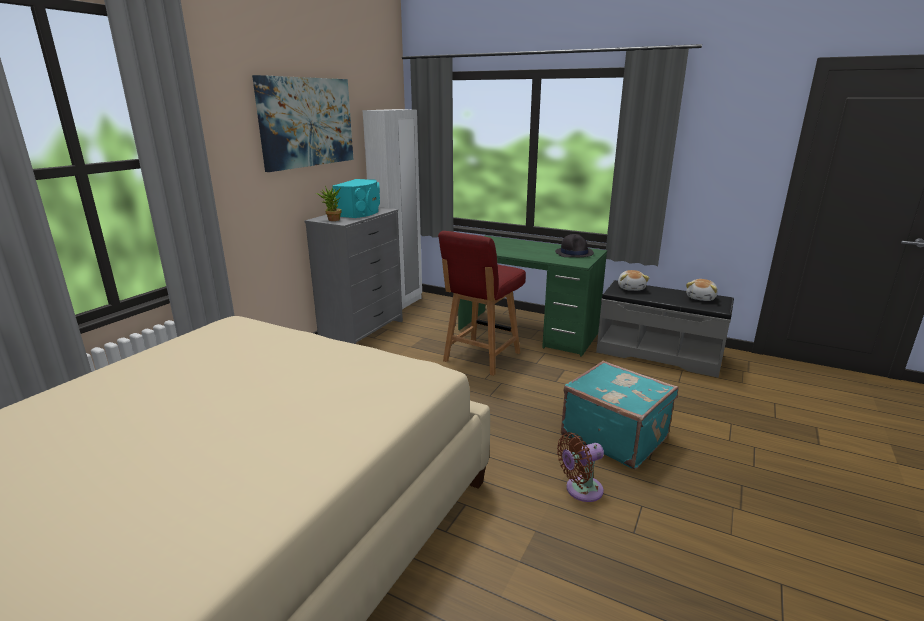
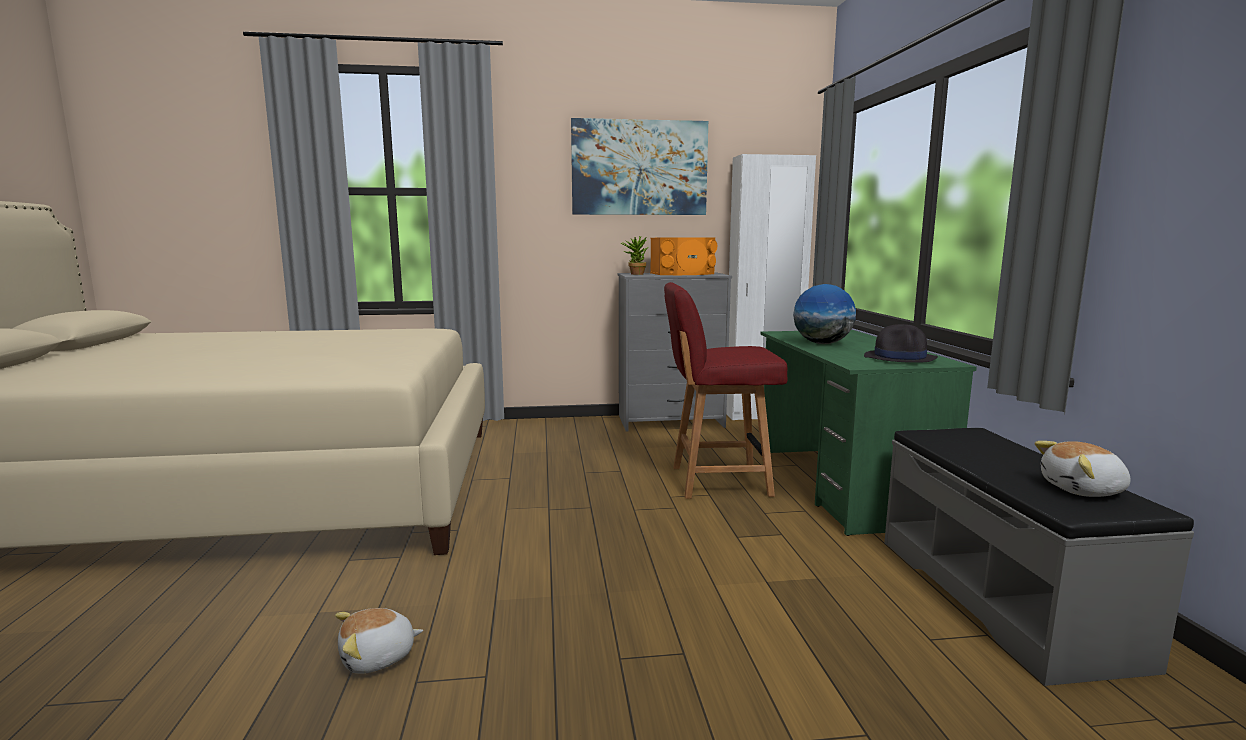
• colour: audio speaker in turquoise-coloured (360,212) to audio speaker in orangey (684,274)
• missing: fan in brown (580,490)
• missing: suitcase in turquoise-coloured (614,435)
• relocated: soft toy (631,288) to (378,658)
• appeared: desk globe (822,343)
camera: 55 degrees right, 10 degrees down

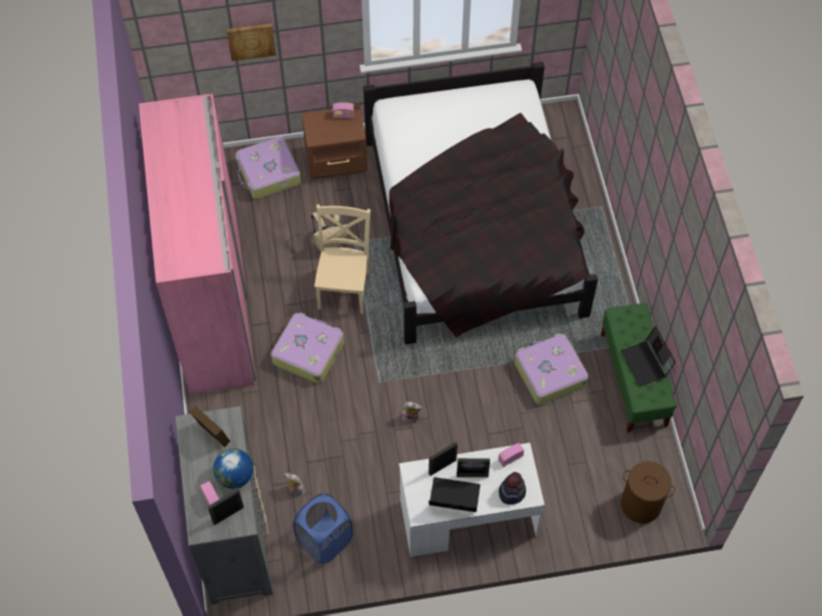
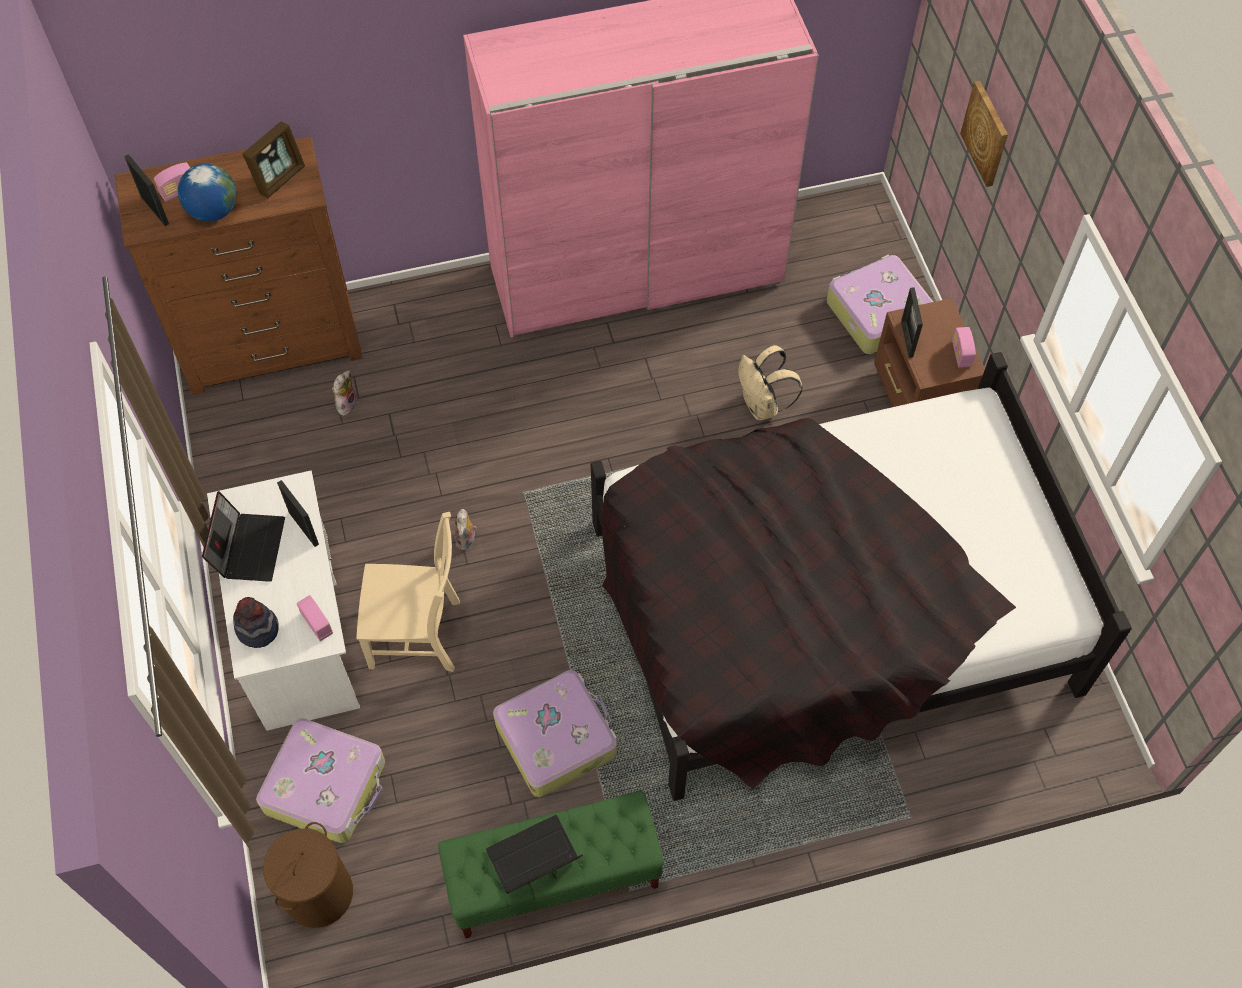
• colour: drawer chest in grey (235,540) to drawer chest in brown (273,344)
• relocated: suitcase (308,352) to (326,785)
• missing: washing basket in blue (325,541)
• relocated: chair in sand-coloured (344,287) to (420,635)
• relocated: picture frame (472,475) to (907,339)
camera: 85 degrees right, 0 degrees up

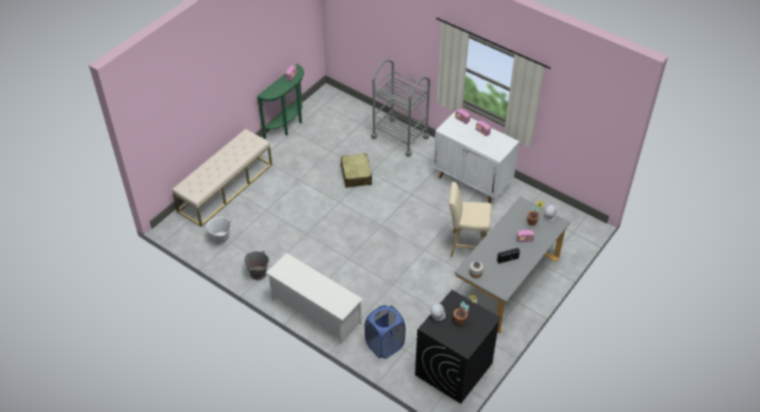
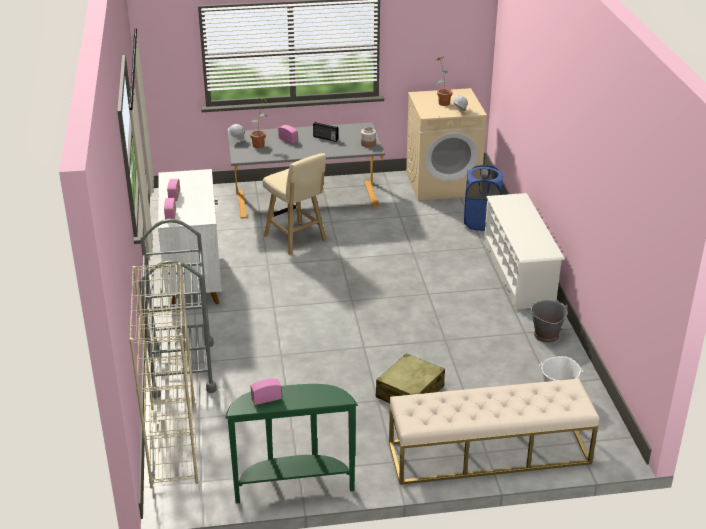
• relocated: suitcase in sand-coloured (356,175) to (409,392)
• colour: laundry machine in black-coloured (453,369) to laundry machine in sand-coloured (443,184)
• appeared: bookcase in sand-coloured (173,444)
camera: 135 degrees left, 15 degrees down

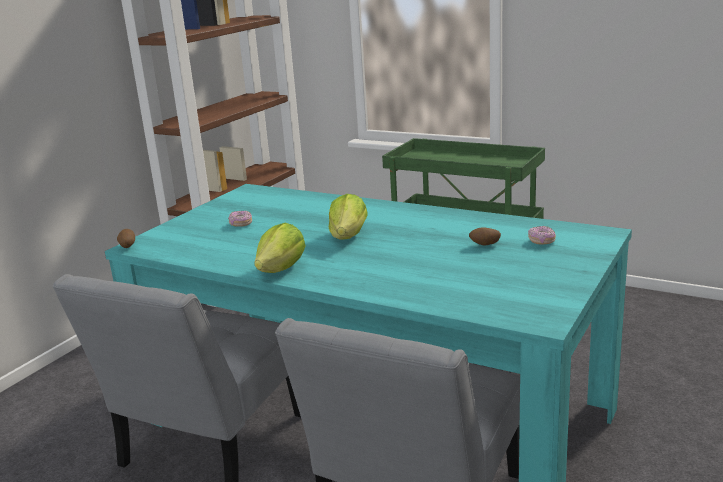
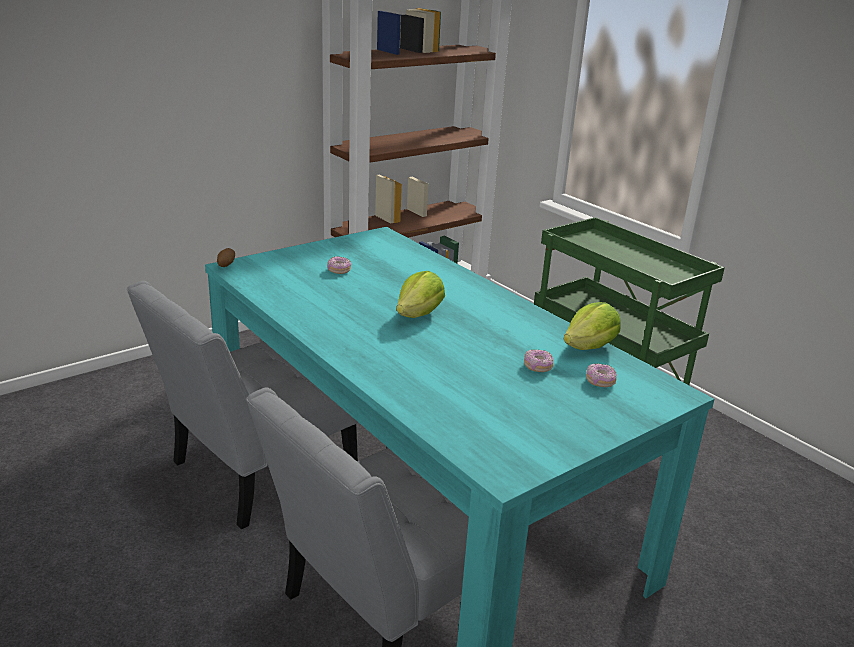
• relocated: head of lettuce (282,269) to (590,347)
• exchanged: whole potato (484,245) to doughnut (537,367)
camera: 20 degrees right, 5 degrees up

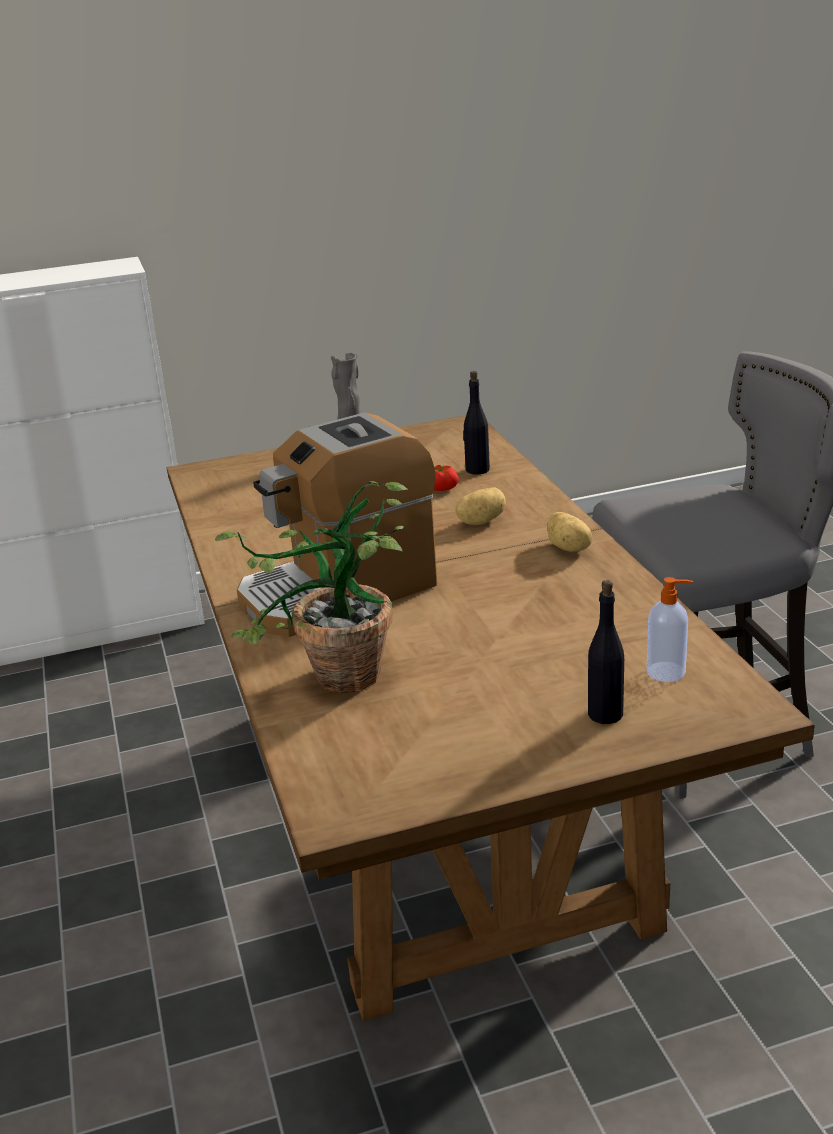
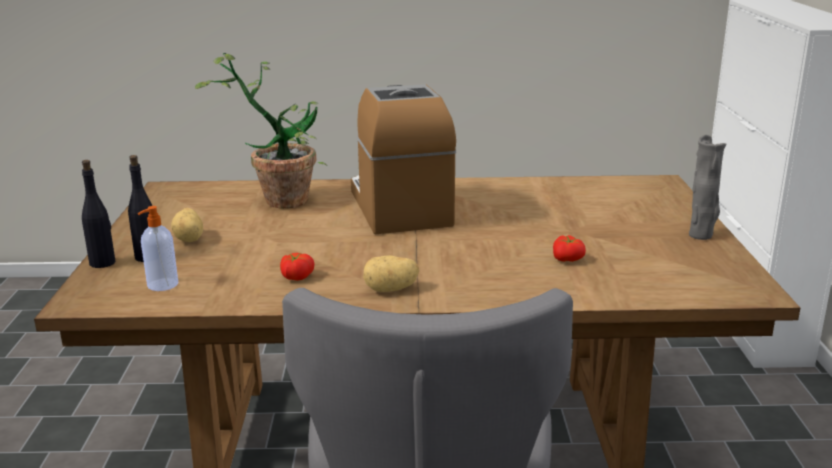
• relocated: whole potato (480,521) to (190,239)
• relocated: beverage bottle in black-coloured (477,470) to (103,263)
• appeared: whole tomato (296,277)
camera: 105 degrees right, 5 degrees down

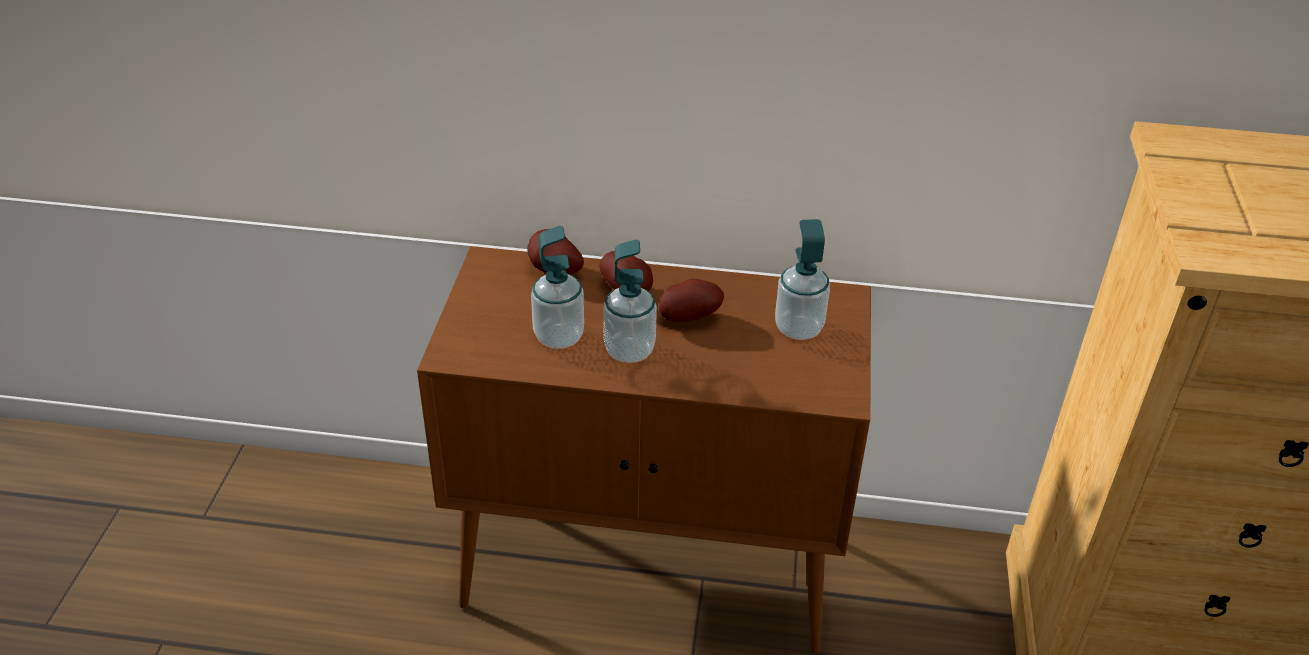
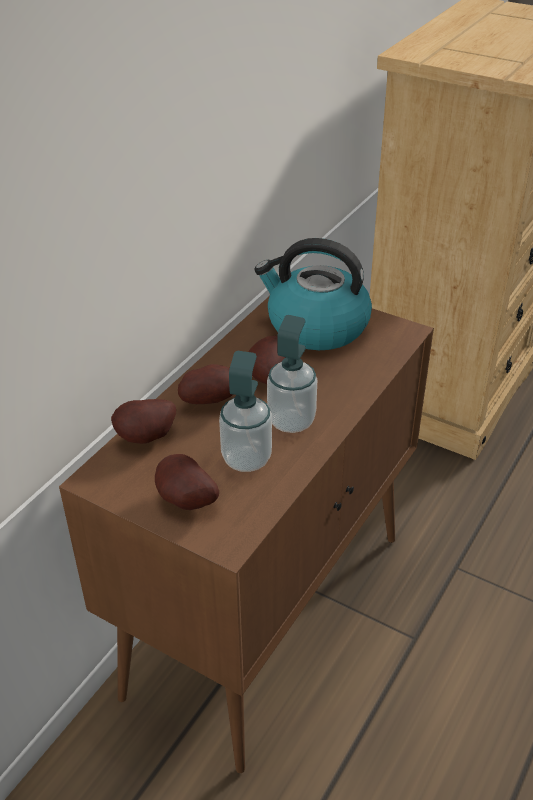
• exchanged: soap bottle (798,328) to water kettle (316,327)
• appeared: whole potato (184,501)
camera: 65 degrees left, 0 degrees up

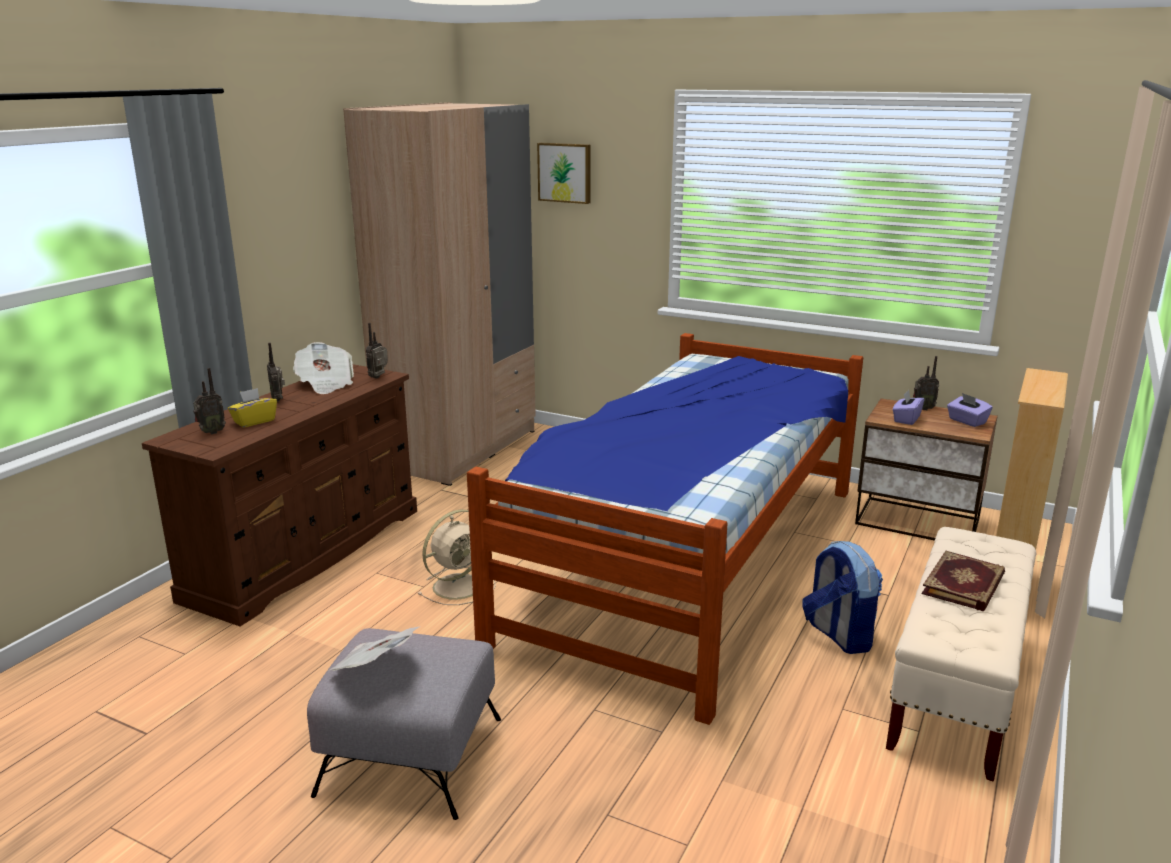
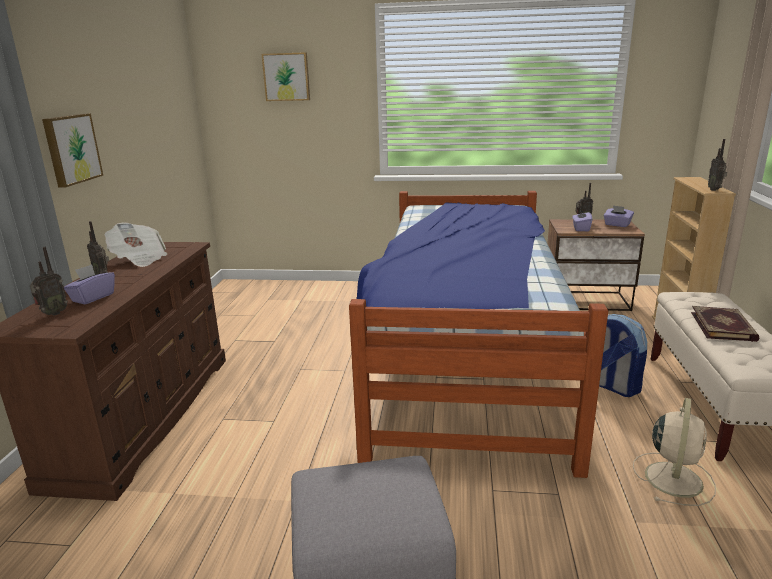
• colour: tissue holder in yellowish (254,421) to tissue holder in purple (93,297)
• missing: daily paper (376,669)
• missing: clothes cupboard in sand-coloured (459,449)
• relocated: radio receiver (379,377) to (715,190)
• relocated: fan in sand-coloured (459,586) to (673,477)
• appeared: picture (71,149)
camera: 20 degrees left, 0 degrees up

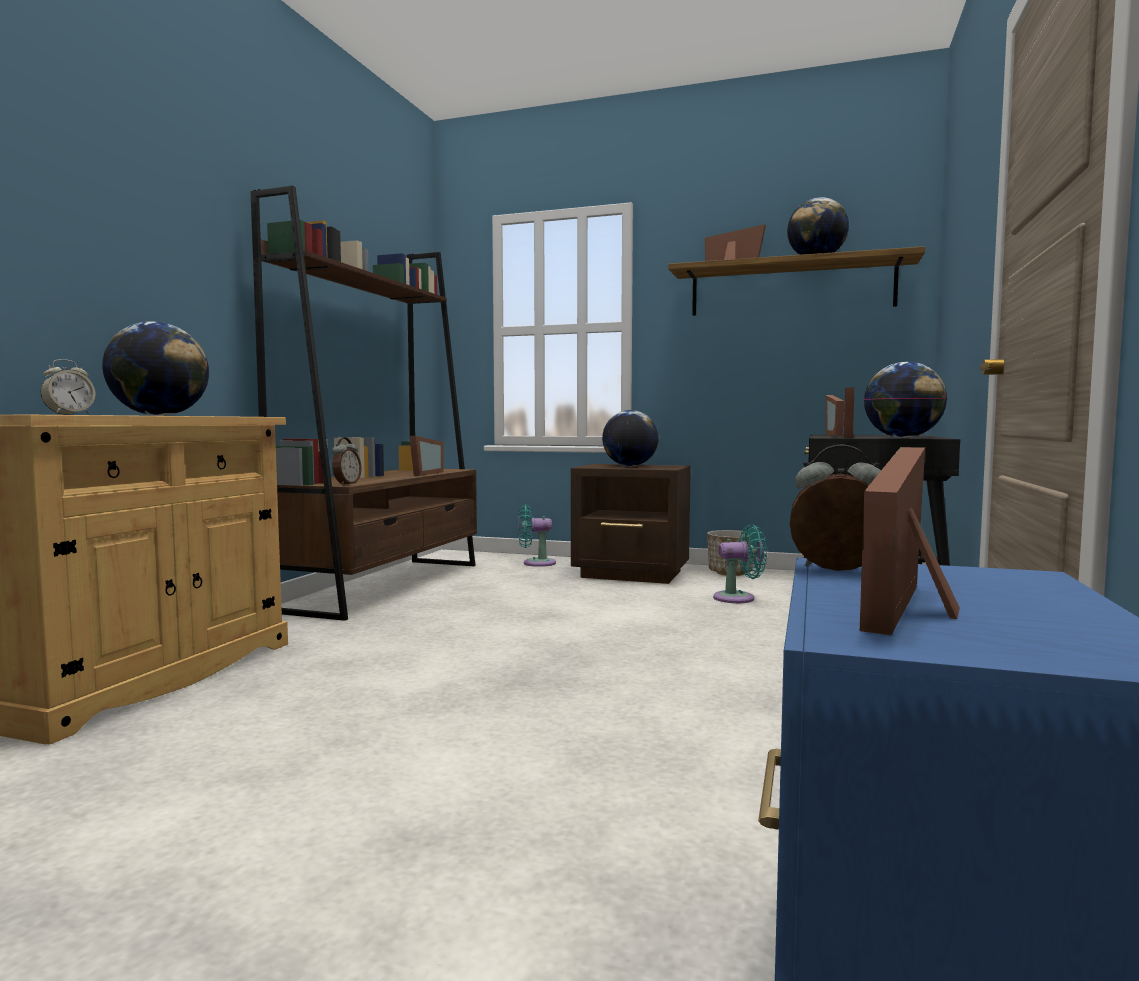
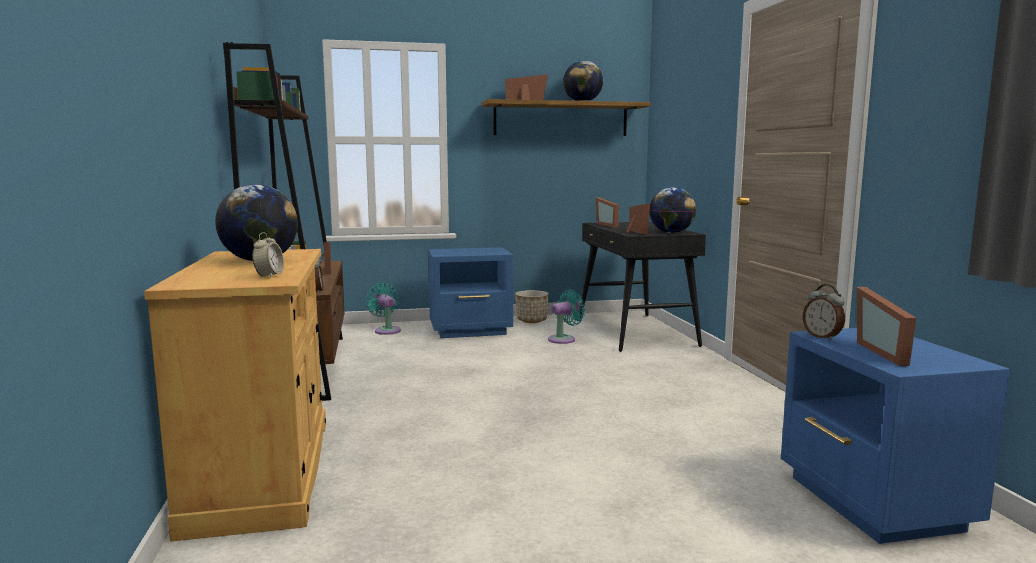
• spun: fan in turquoise-coloured (535,563) = (386,330) 90 degrees clockwise
• colour: nightstand in brown (632,574) to nightstand in blue (471,330)
• missing: desk globe (629,466)
• spun: alarm clock (837,569) = (822,337) 105 degrees counterclockwise
camera: 30 degrees left, 5 degrees up

